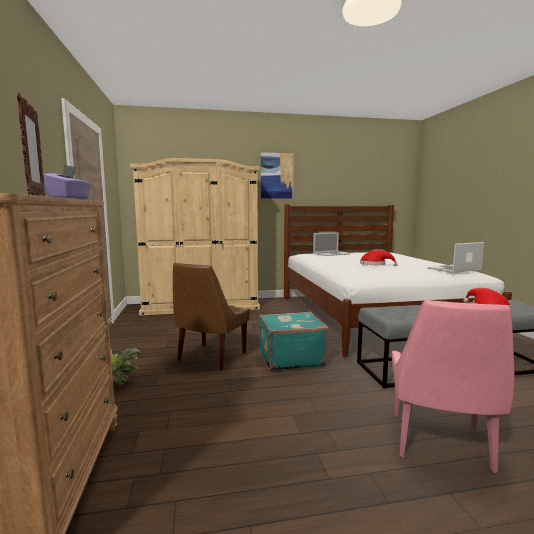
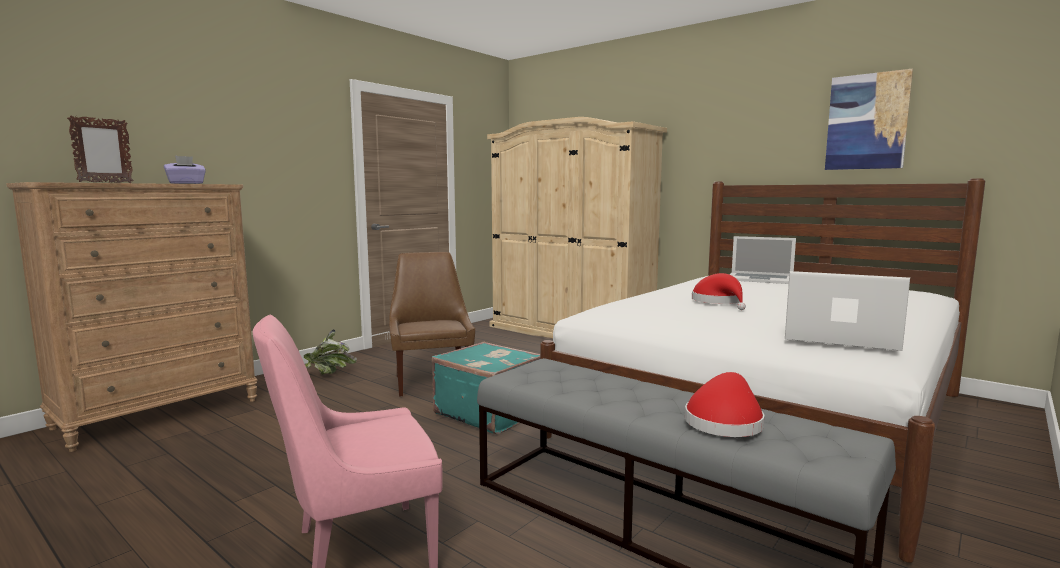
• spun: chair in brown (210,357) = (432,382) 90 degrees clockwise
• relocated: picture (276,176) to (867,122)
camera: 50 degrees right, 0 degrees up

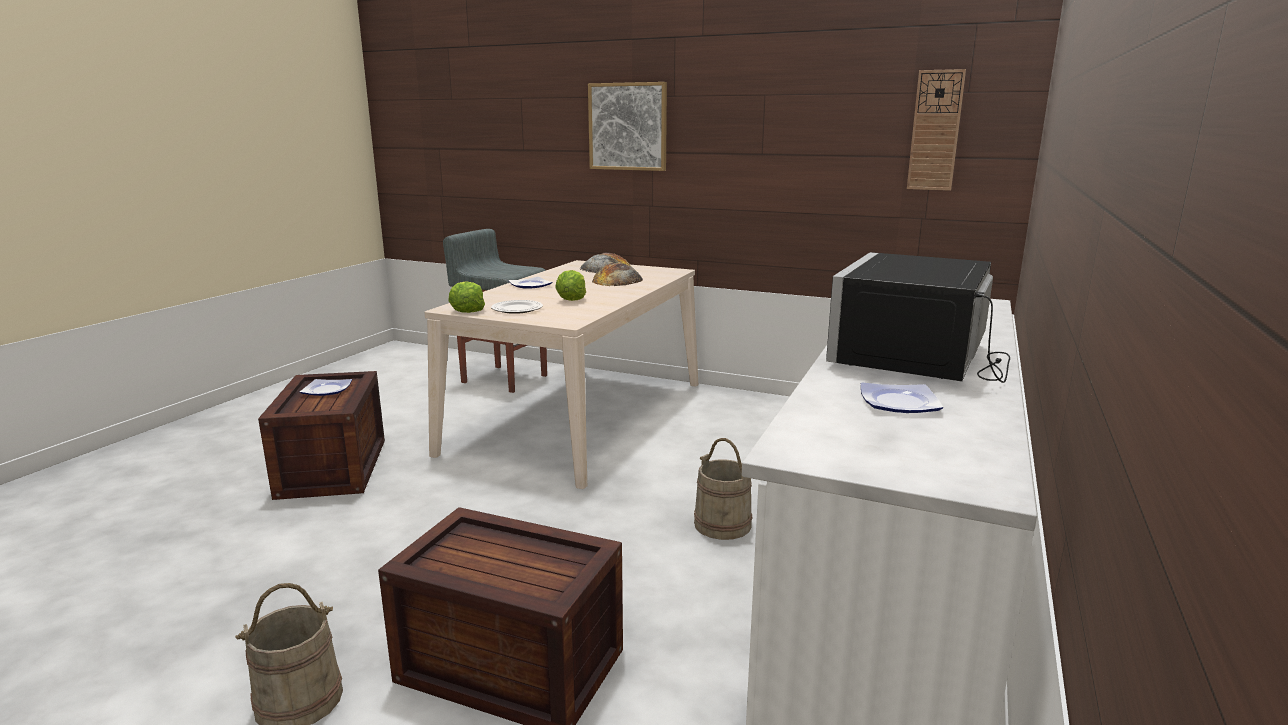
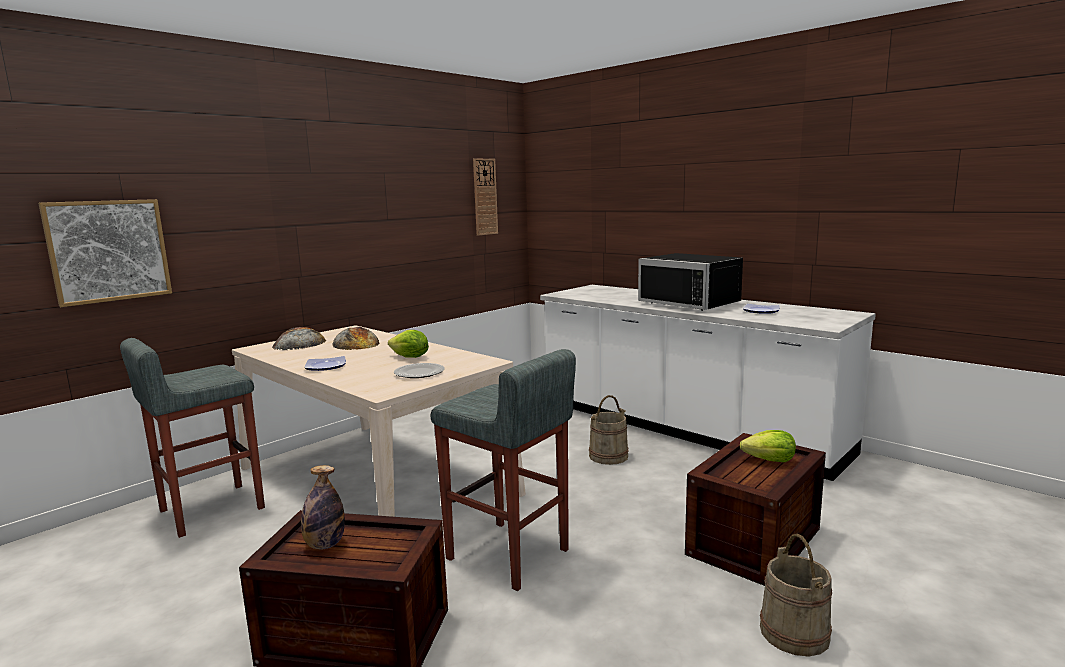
• exchanged: dinner plate (326,390) to beverage bottle (325,545)
• relocated: head of lettuce (467,310) to (769,460)
• relocated: picture (628,126) to (108,251)
• appeared: stool in grey (508,555)
camera: 70 degrees left, 5 degrees down

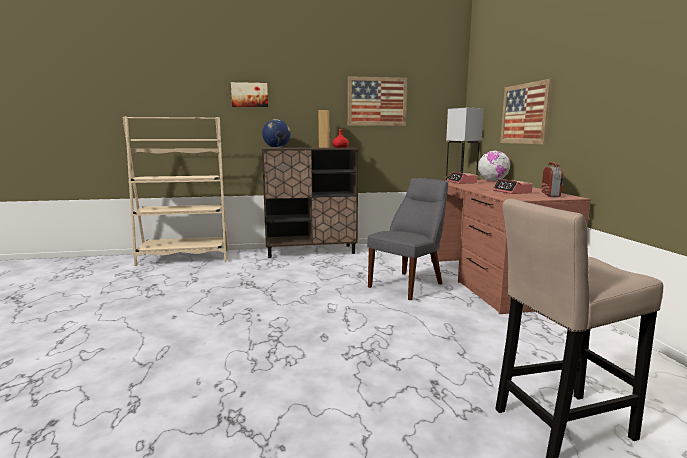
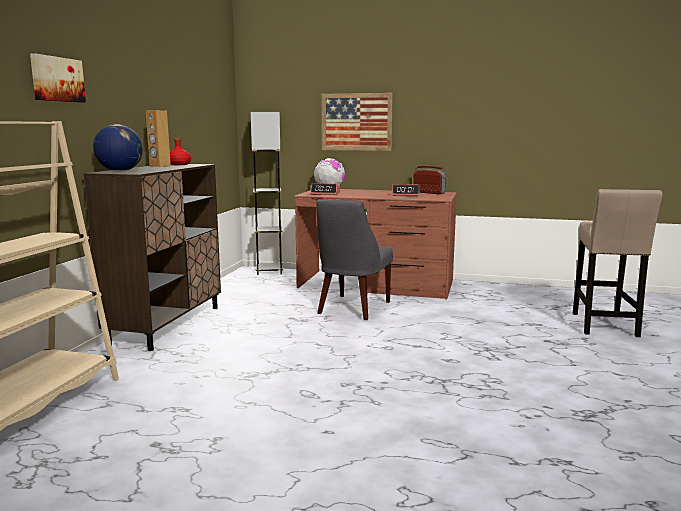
• missing: picture (377,101)
• spun: chair in grey (408,284) = (352,308) 135 degrees counterclockwise
camera: 65 degrees left, 0 degrees up

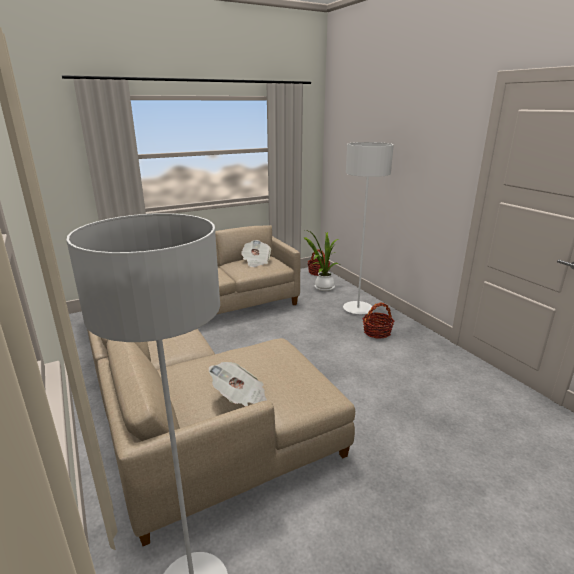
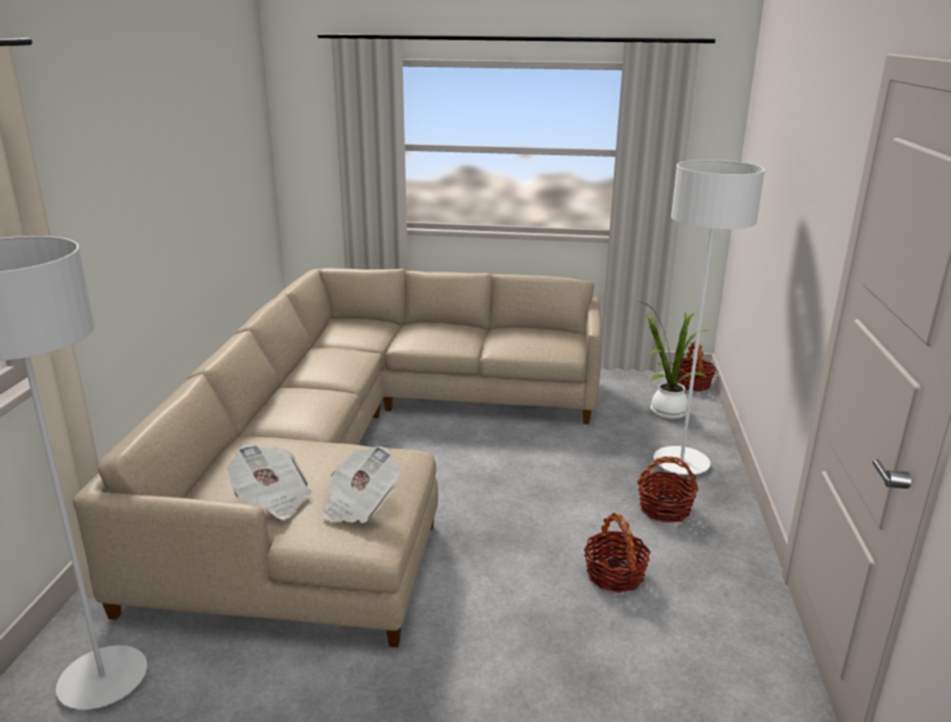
• relocated: daily paper (256,261) to (360,504)
• appeared: household basket (615,575)
camera: 35 degrees right, 0 degrees up

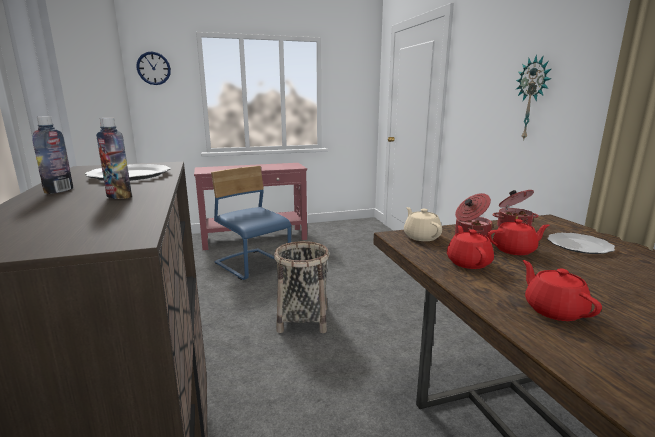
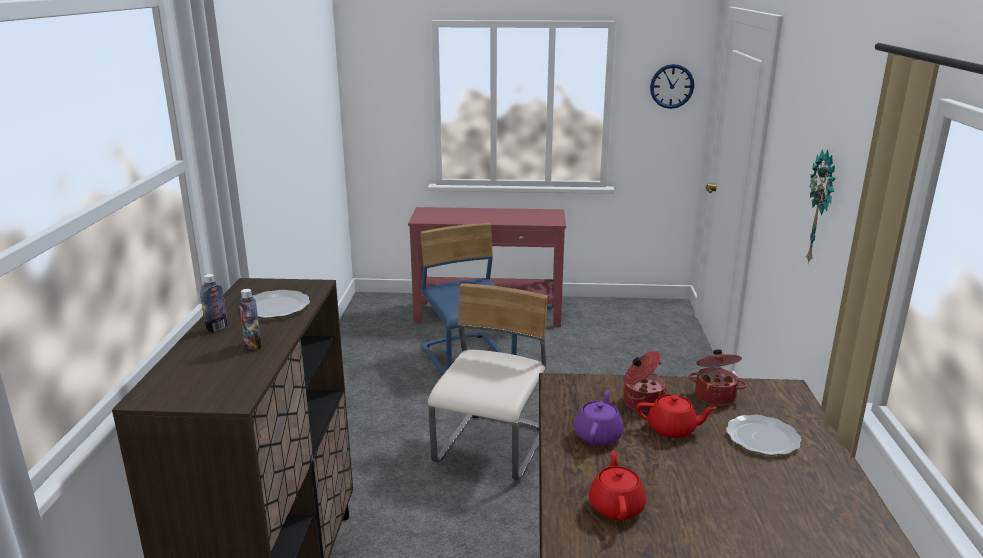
• relocated: clock on the wall (153,68) to (672,86)
• exchanged: household basket (303,319) to chair in sand-coloured (493,448)
• missing: pot for tea in sand-coloured (421,237)
• colour: pot for tea in red-coloured (468,262) to pot for tea in purple (598,435)
camera: 20 degrees right, 5 degrees up

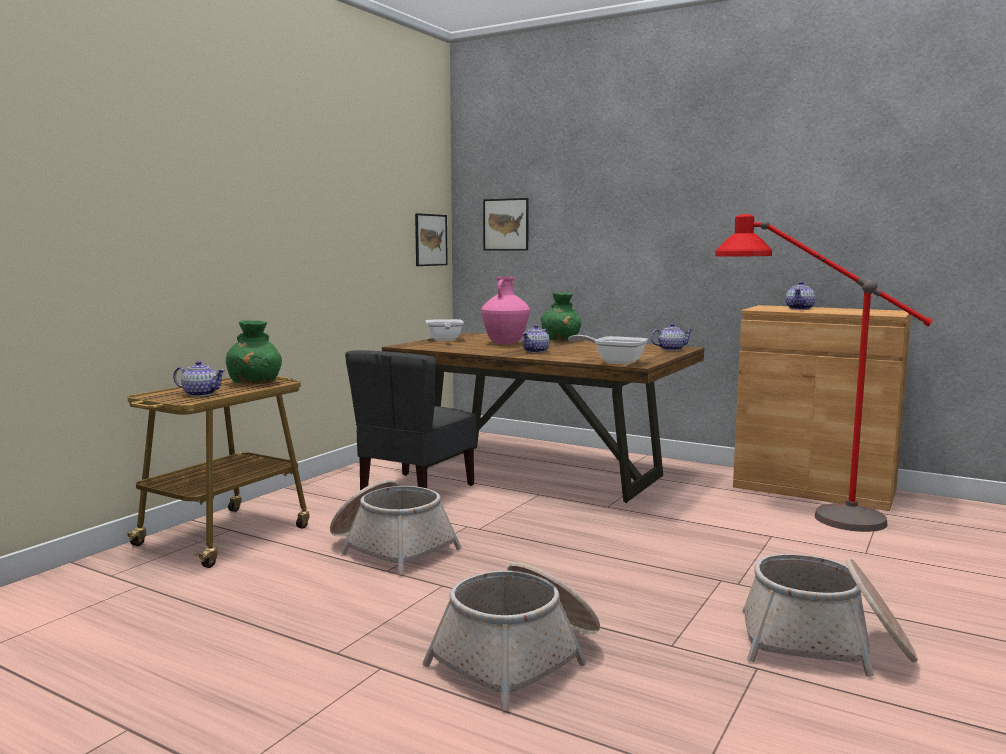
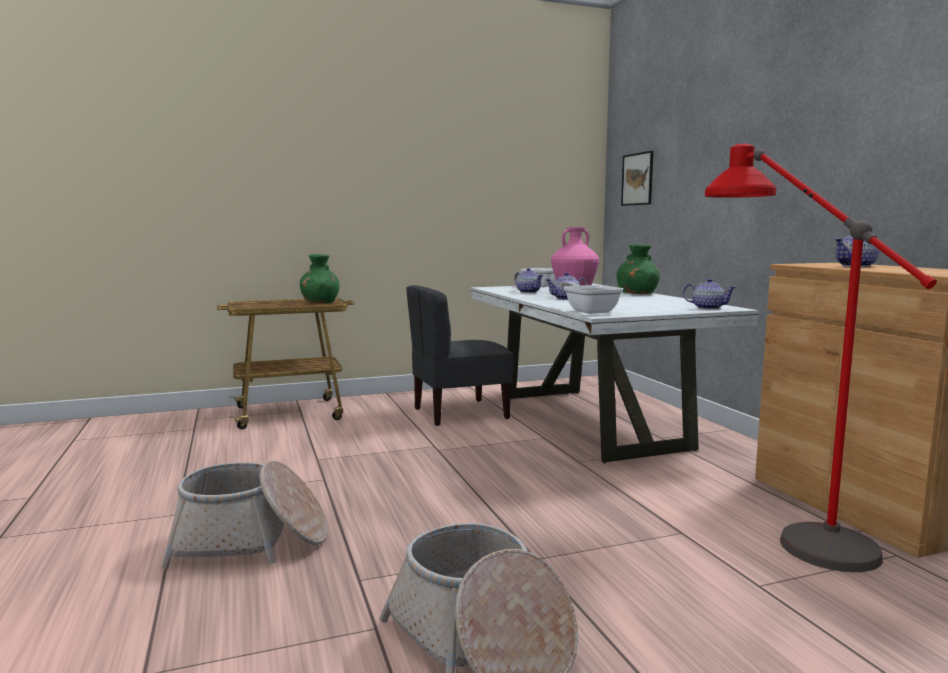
• relocated: pot for tea (200,394) to (528,292)
• missing: household basket (391,548)
• colour: dining table in brown (543,472) to dining table in white (590,422)
• missing: picture (430,240)
camera: 40 degrees right, 0 degrees up

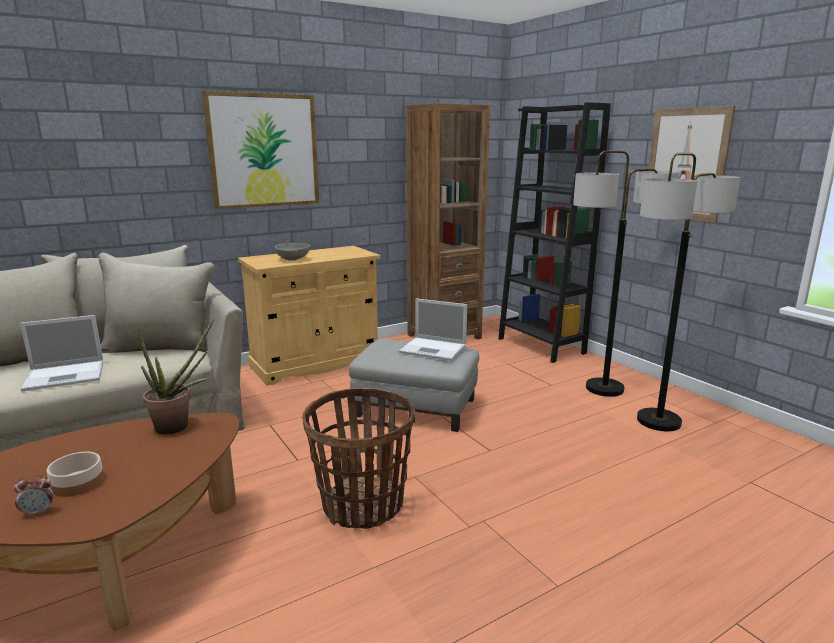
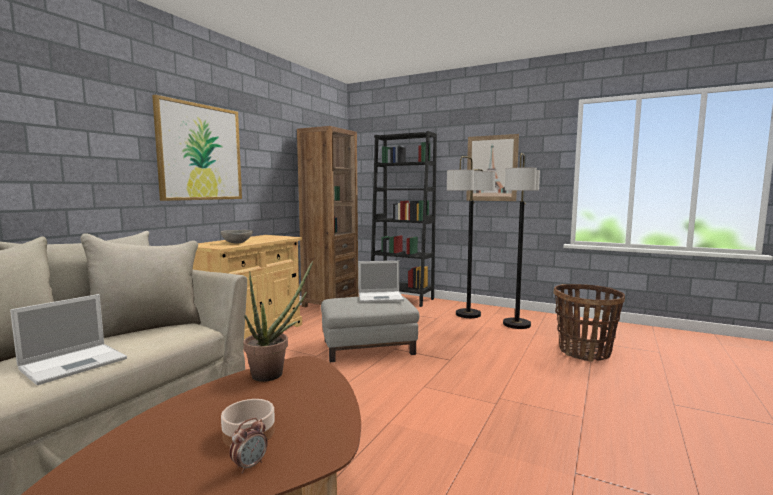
• relocated: household basket (363,505) to (584,352)
camera: 30 degrees left, 10 degrees down

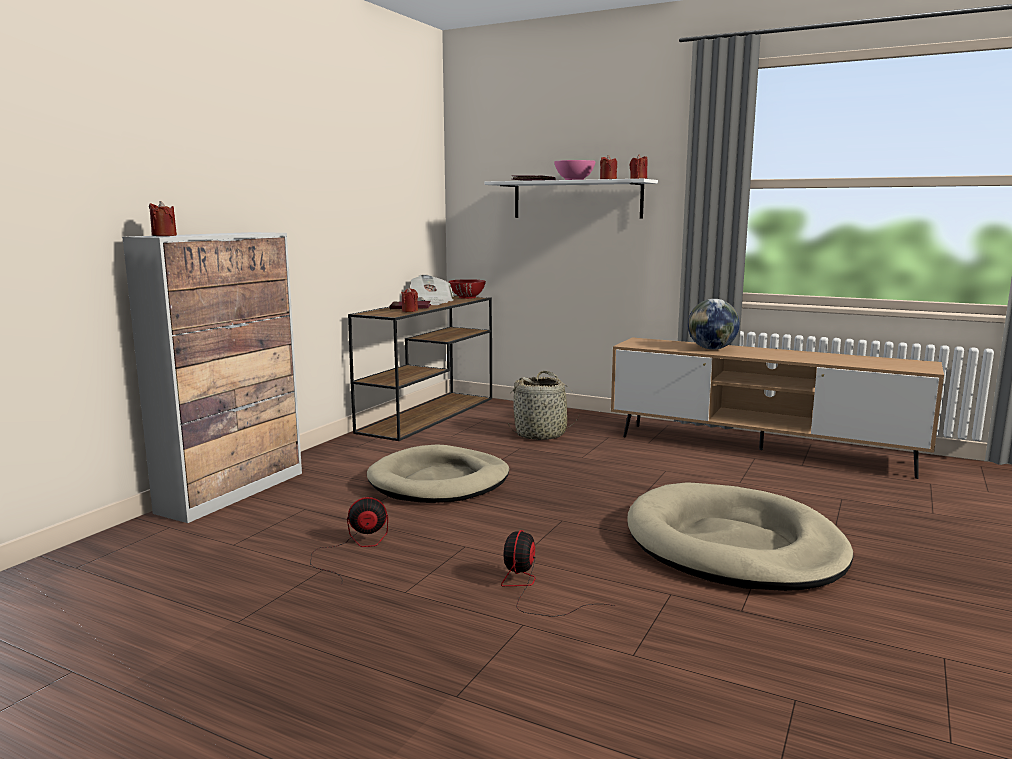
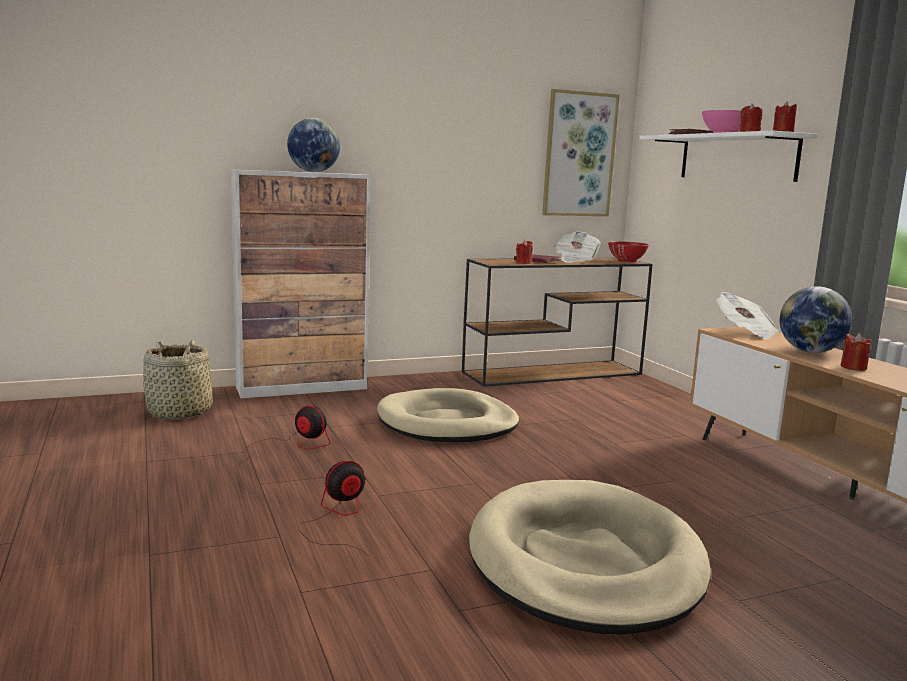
• relocated: wax light in red-coloured (164,235) to (853,367)
• relocated: household basket (541,434) to (180,413)
• appeared: desk globe (313,172)
• appeared: picture (579,154)
• appeared: daily paper (745,332)
camera: 40 degrees right, 0 degrees up

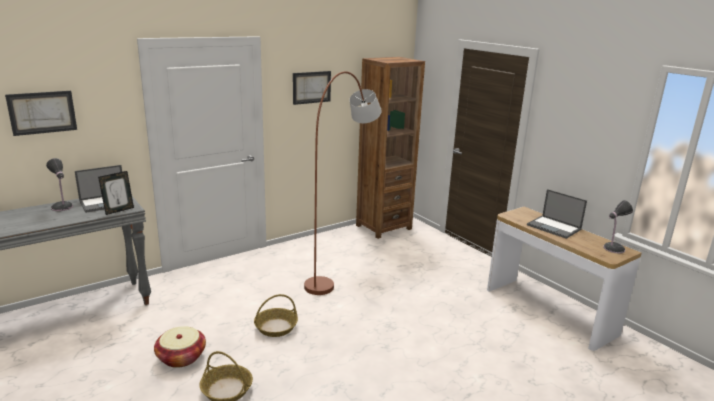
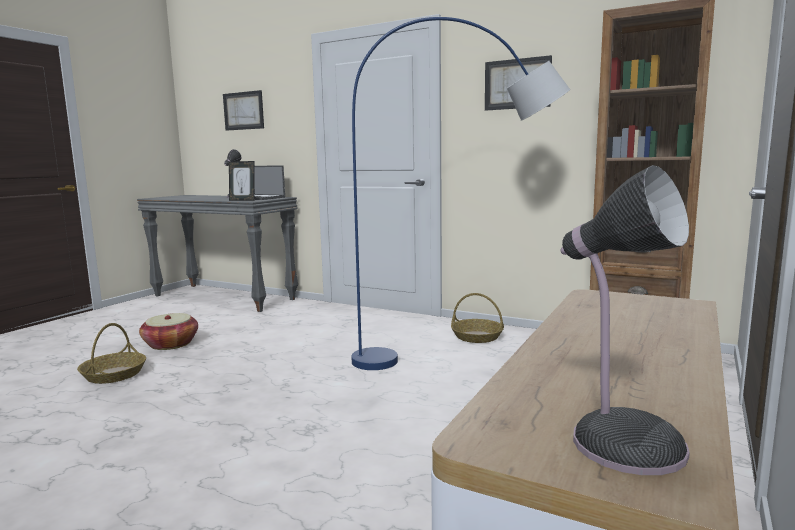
• relocated: household basket (276,327) to (477,336)
• colour: standard lamp in brown (342,263) to standard lamp in blue (461,358)
• missing: laptop (554,227)
camera: 65 degrees right, 10 degrees down

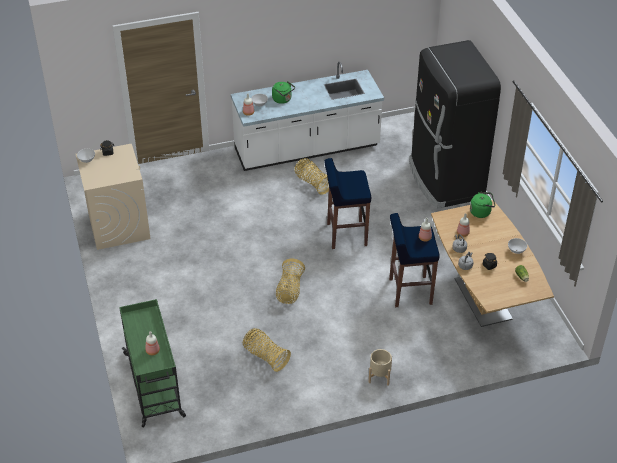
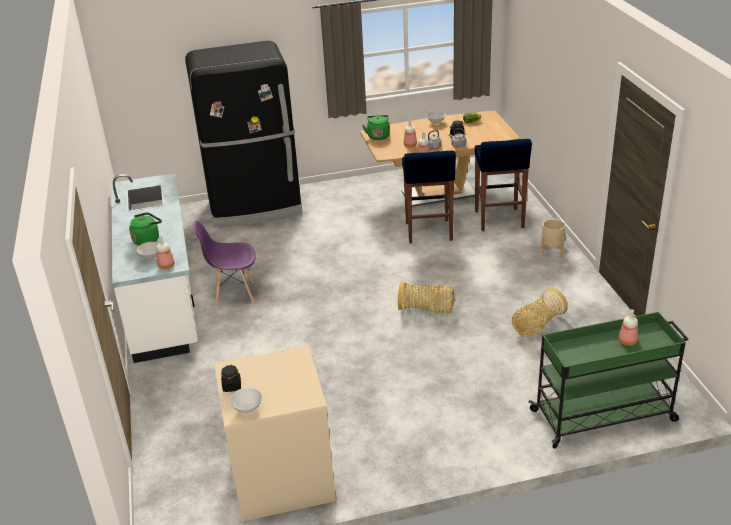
• exchanged: household basket (313,183) to chair in purple (233,294)
• relocated: stool in blue (346,234) to (499,220)
camera: 85 degrees left, 10 degrees down

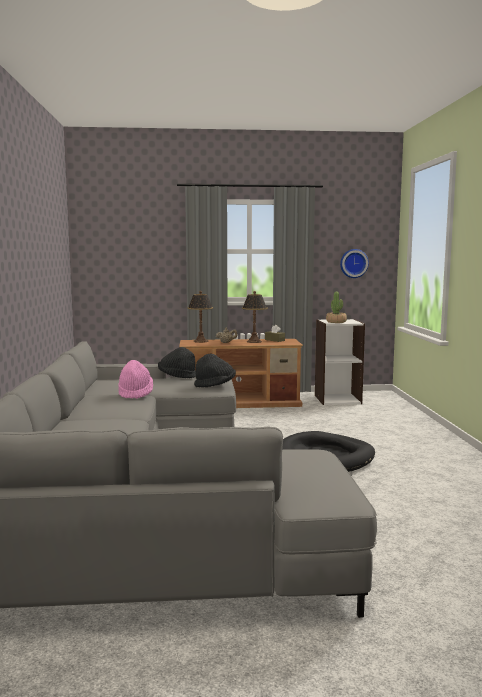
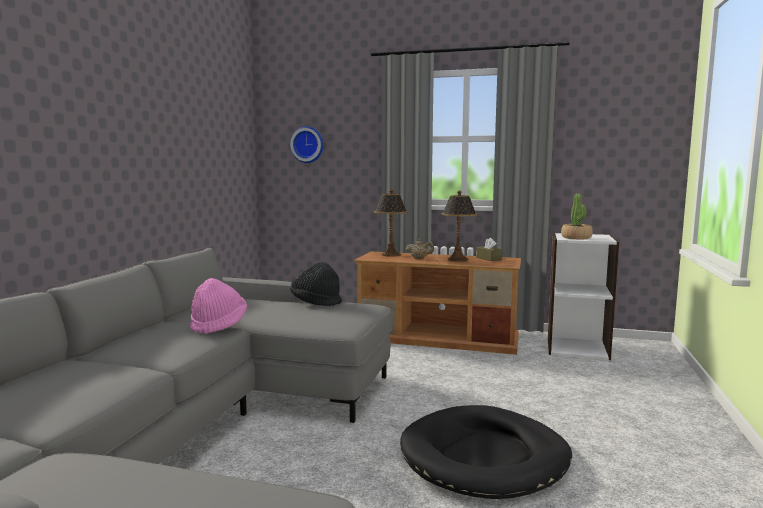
• missing: hat in black-coloured (215,386)
• relocated: clock on the wall (353,263) to (308,144)
camera: 20 degrees right, 0 degrees up

